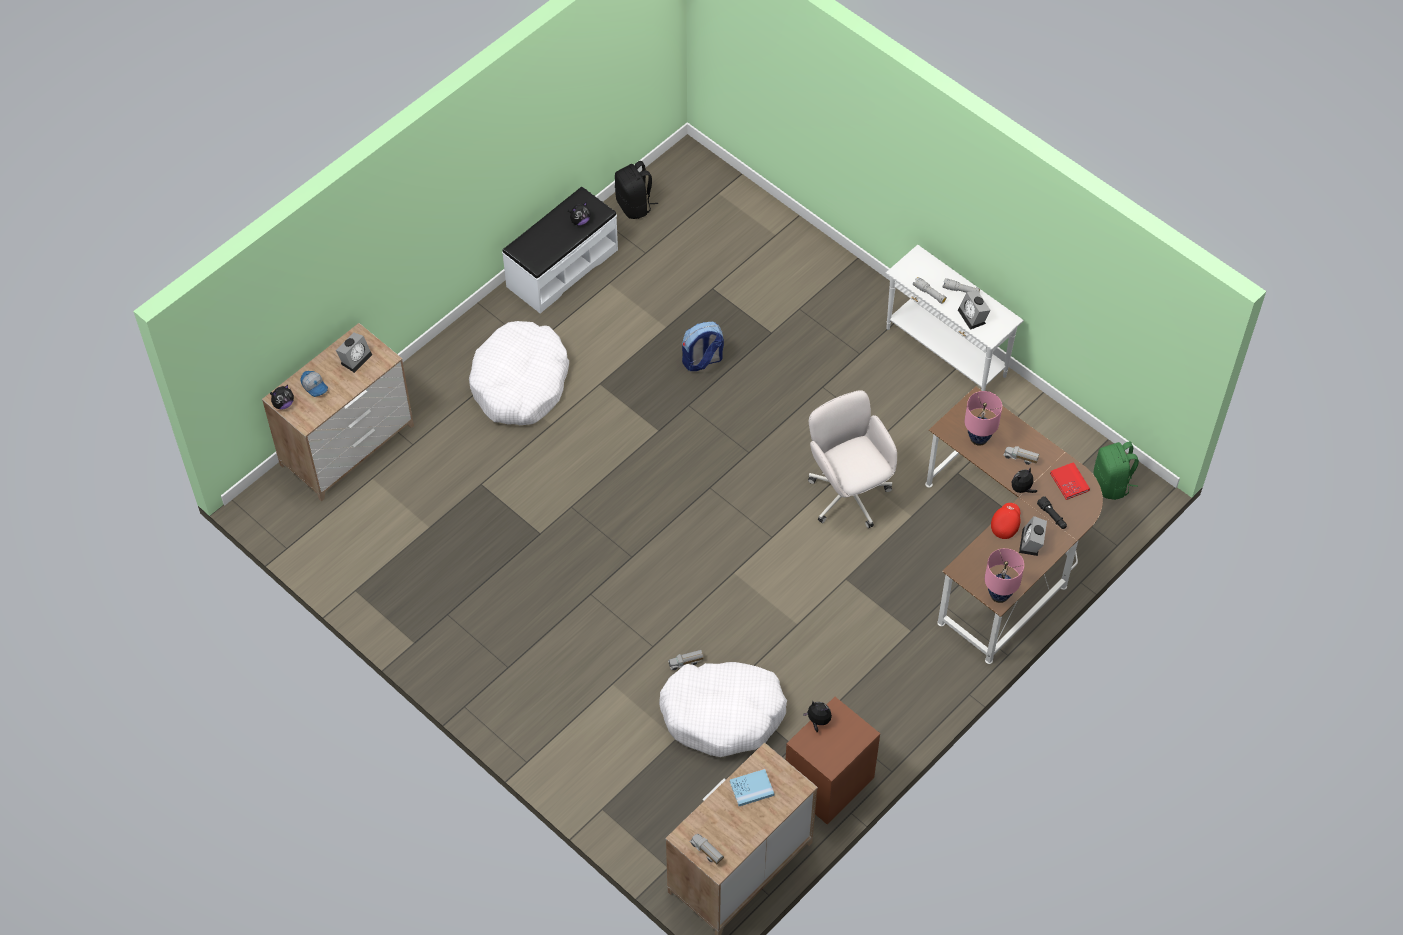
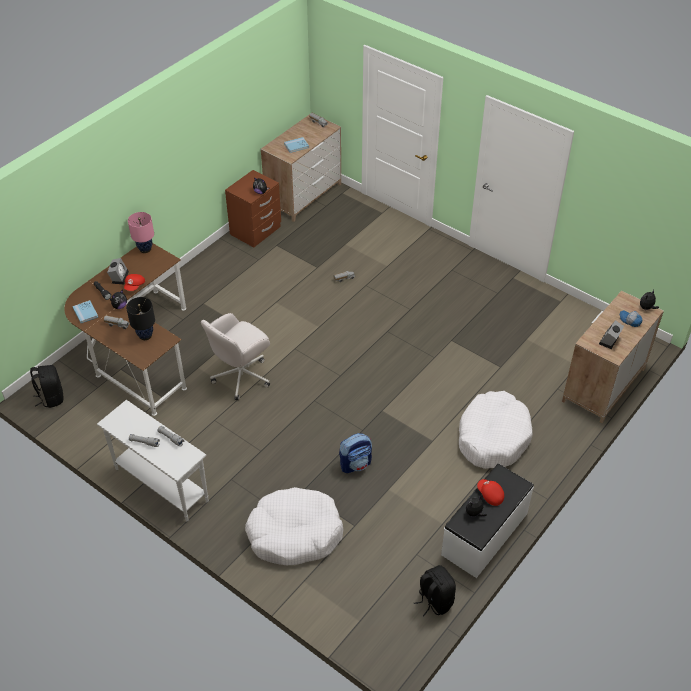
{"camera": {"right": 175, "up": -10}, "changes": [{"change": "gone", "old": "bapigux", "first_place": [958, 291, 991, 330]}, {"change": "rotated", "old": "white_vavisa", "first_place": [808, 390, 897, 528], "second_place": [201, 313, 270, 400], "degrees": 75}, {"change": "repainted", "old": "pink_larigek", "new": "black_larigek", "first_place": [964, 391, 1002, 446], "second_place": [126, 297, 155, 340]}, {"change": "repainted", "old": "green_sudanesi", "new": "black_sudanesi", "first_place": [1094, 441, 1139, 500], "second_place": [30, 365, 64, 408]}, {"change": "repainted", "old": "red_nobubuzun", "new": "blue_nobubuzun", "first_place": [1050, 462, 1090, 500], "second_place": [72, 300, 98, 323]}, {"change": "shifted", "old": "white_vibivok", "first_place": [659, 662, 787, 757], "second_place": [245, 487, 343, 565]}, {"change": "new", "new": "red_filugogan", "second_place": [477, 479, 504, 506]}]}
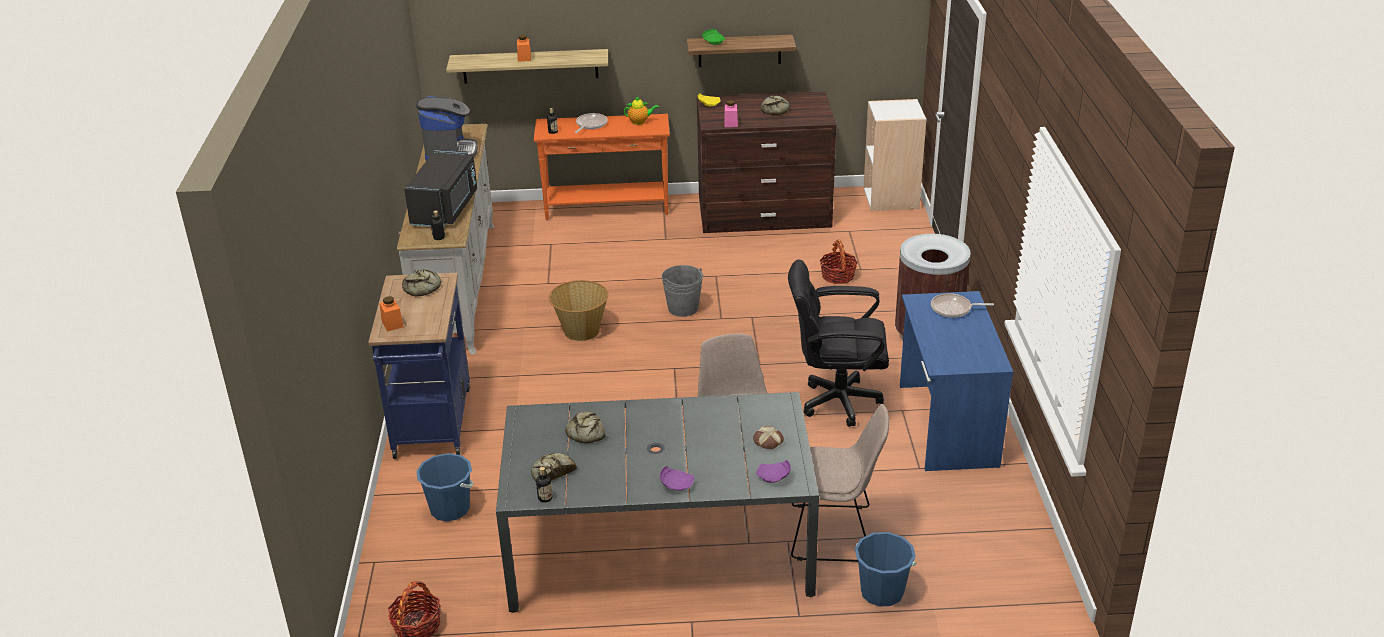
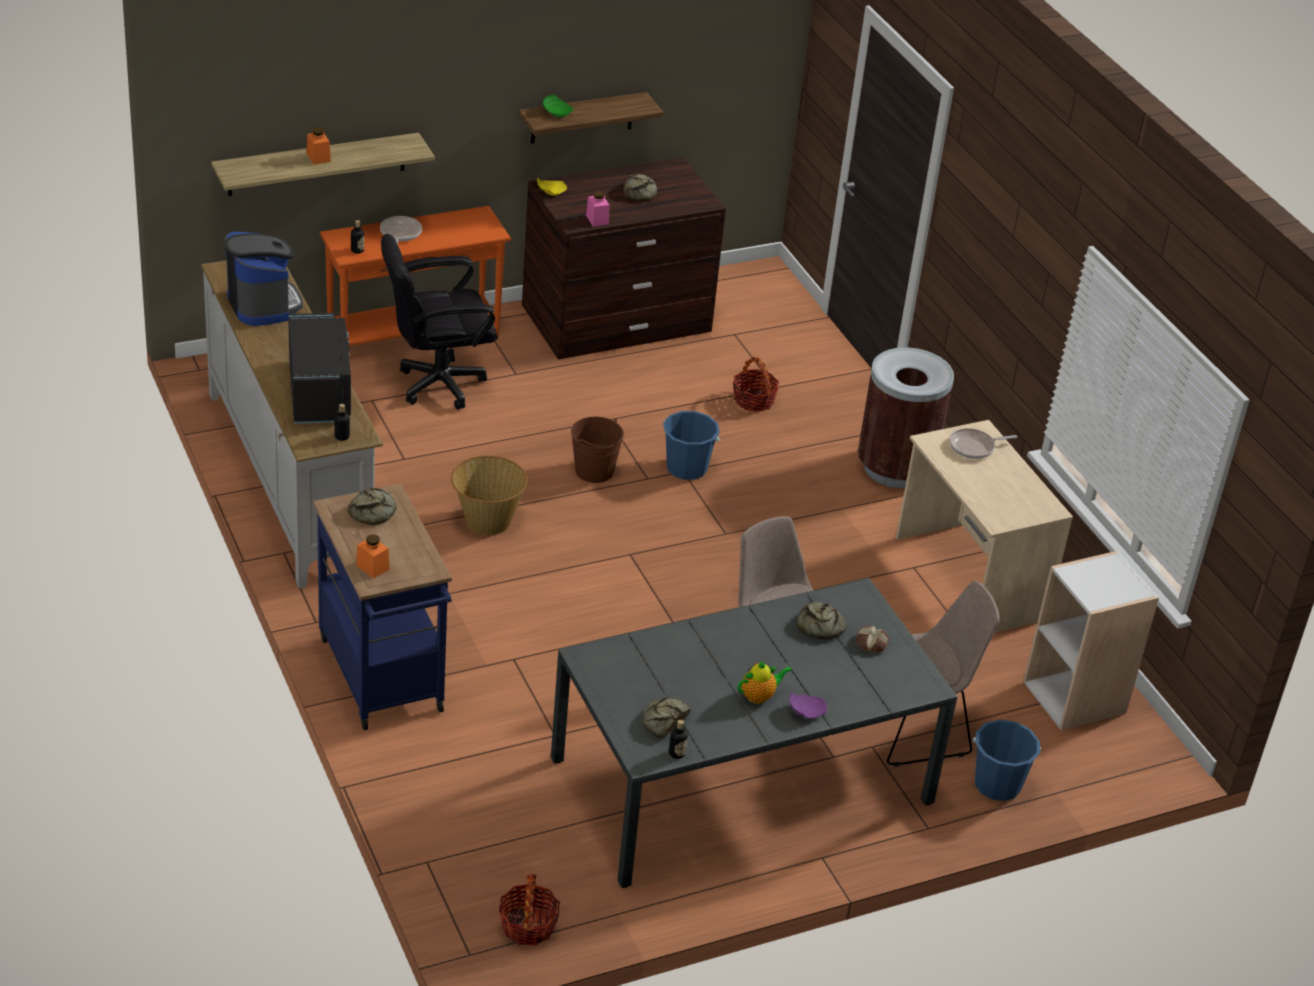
{"camera": {"right": -25, "up": 5}, "changes": [{"change": "shifted", "old": "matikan", "first_place": [624, 96, 659, 125], "second_place": [738, 661, 793, 704]}, {"change": "shifted", "old": "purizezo", "first_place": [864, 99, 926, 211], "second_place": [1023, 551, 1159, 731]}, {"change": "shifted", "old": "black_vavisa", "first_place": [788, 260, 889, 427], "second_place": [381, 234, 498, 410]}, {"change": "repainted", "old": "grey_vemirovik", "new": "brown_vemirovik", "first_place": [661, 265, 703, 317], "second_place": [571, 417, 624, 483]}, {"change": "repainted", "old": "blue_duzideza", "new": "beige_duzideza", "first_place": [900, 291, 1013, 471], "second_place": [896, 420, 1073, 633]}, {"change": "shifted", "old": "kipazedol", "first_place": [565, 412, 606, 443], "second_place": [797, 602, 847, 639]}, {"change": "shifted", "old": "blue_vemirovik", "first_place": [416, 453, 474, 521], "second_place": [663, 411, 720, 480]}, {"change": "gone", "old": "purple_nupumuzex", "first_place": [756, 460, 791, 483]}]}
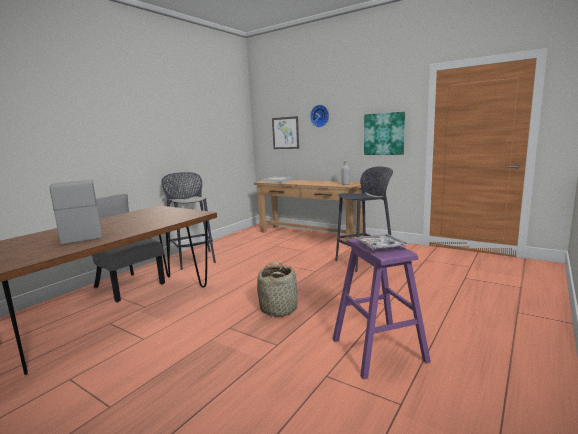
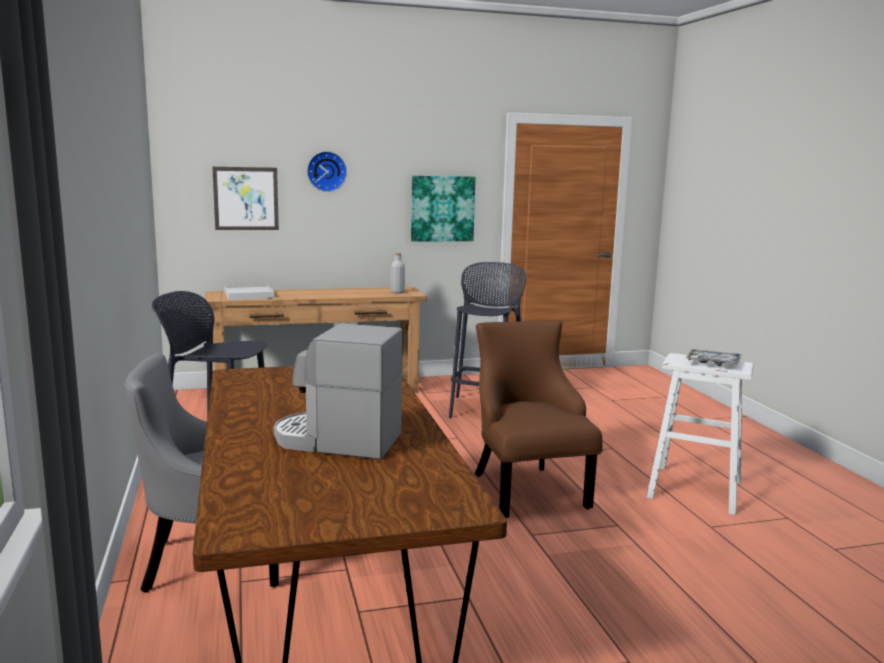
{"camera": {"right": -50, "up": 0}, "changes": [{"change": "repainted", "old": "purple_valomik", "new": "white_valomik", "first_place": [332, 236, 431, 379], "second_place": [646, 353, 754, 515]}, {"change": "swapped", "old": "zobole", "new": "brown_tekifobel", "first_place": [257, 262, 298, 317], "second_place": [475, 320, 603, 518]}]}
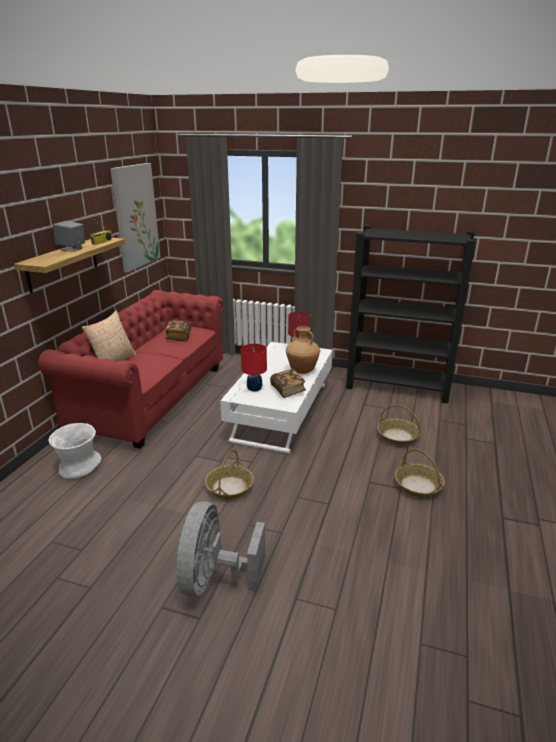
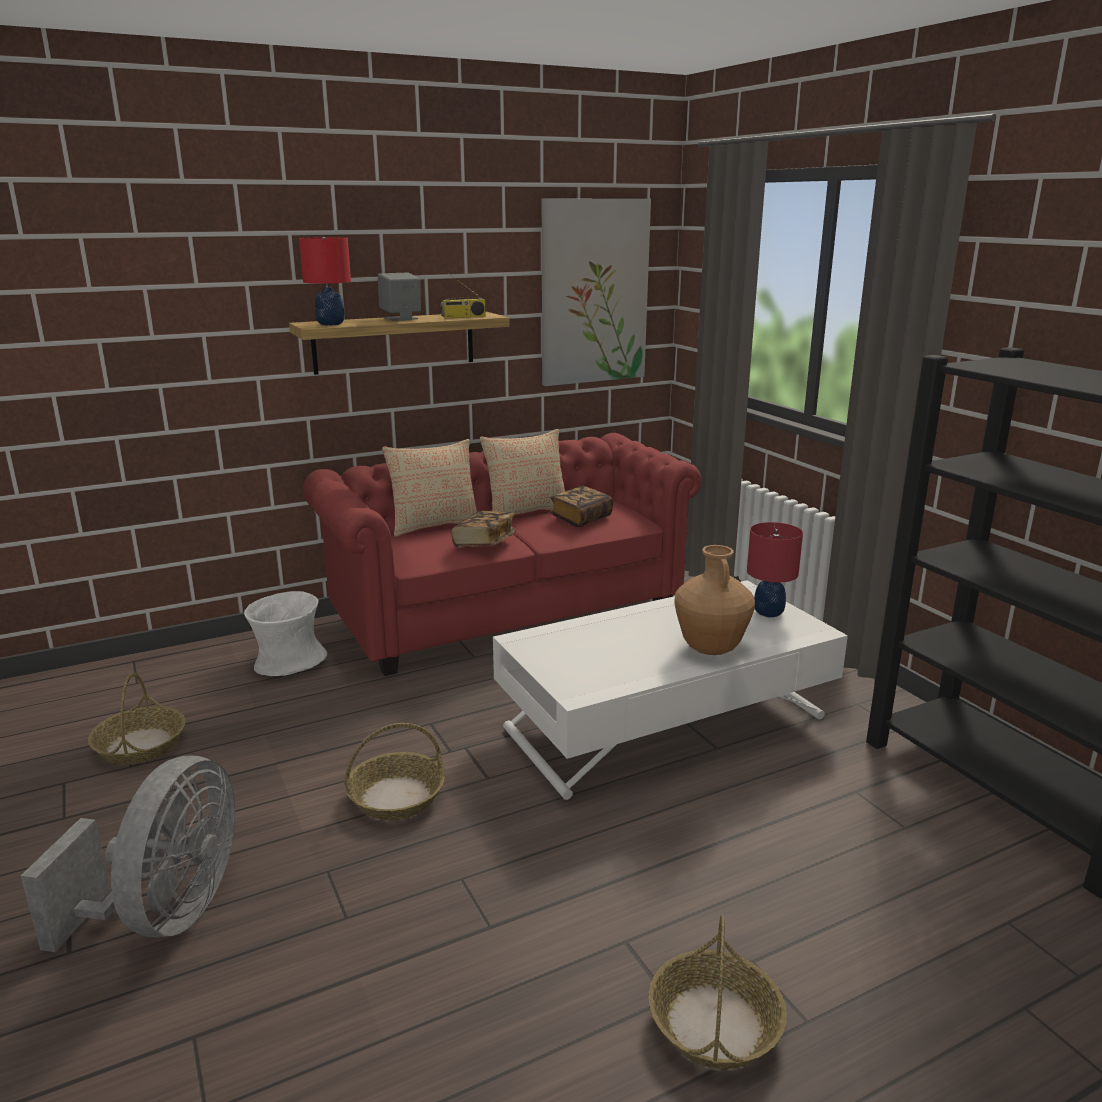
{"camera": {"right": 45, "up": -5}, "changes": [{"change": "shifted", "old": "red_larigek", "first_place": [241, 344, 267, 392], "second_place": [299, 237, 351, 326]}, {"change": "shifted", "old": "nobubuzun", "first_place": [270, 369, 306, 398], "second_place": [451, 511, 516, 547]}, {"change": "shifted", "old": "zobole", "first_place": [377, 405, 421, 446], "second_place": [88, 673, 185, 764]}, {"change": "rotated", "old": "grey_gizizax", "first_place": [176, 501, 265, 597], "second_place": [21, 756, 235, 952], "degrees": 135}, {"change": "new", "new": "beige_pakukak", "second_place": [480, 429, 565, 515]}]}
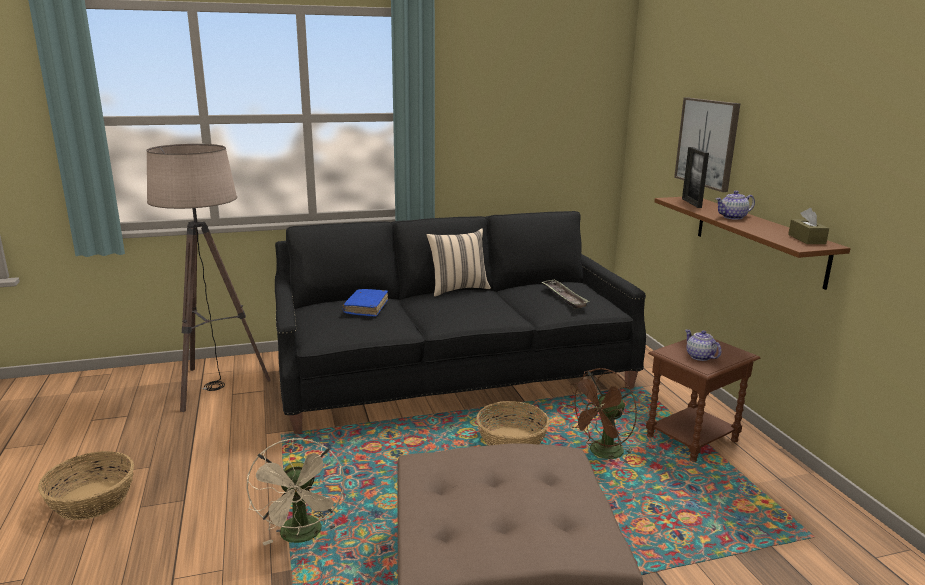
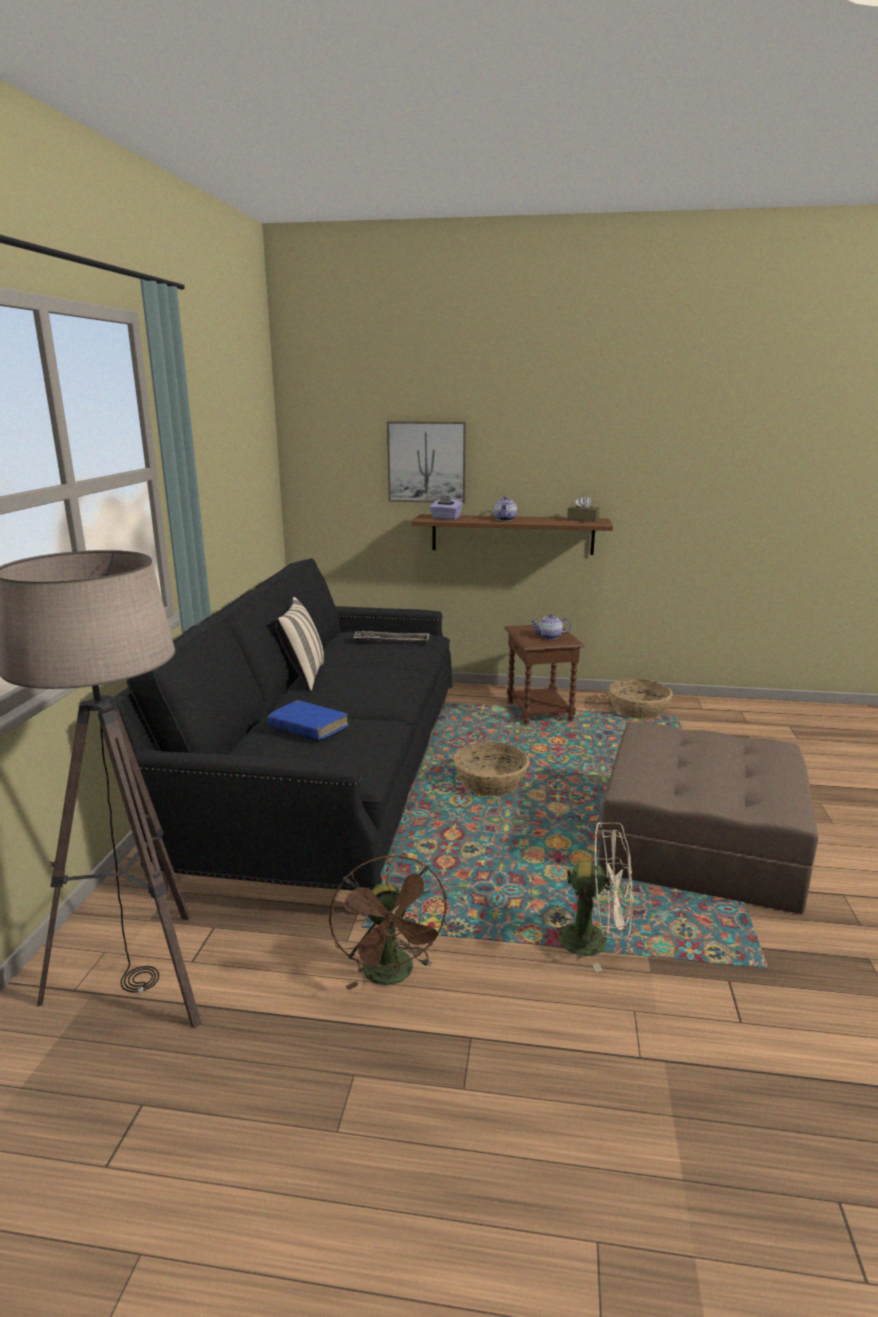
{"camera": {"right": -65, "up": 0}, "changes": [{"change": "swapped", "old": "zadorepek", "new": "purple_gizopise", "first_place": [682, 147, 709, 208], "second_place": [429, 495, 463, 520]}, {"change": "shifted", "old": "brown_gizizax", "first_place": [566, 368, 637, 464], "second_place": [329, 855, 448, 990]}, {"change": "shifted", "old": "zobole", "first_place": [38, 451, 134, 520], "second_place": [609, 679, 673, 719]}]}
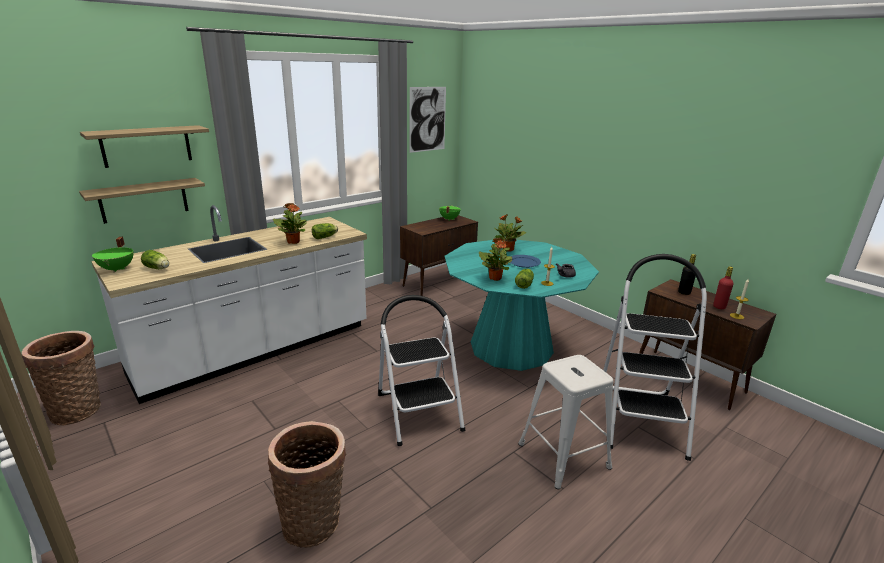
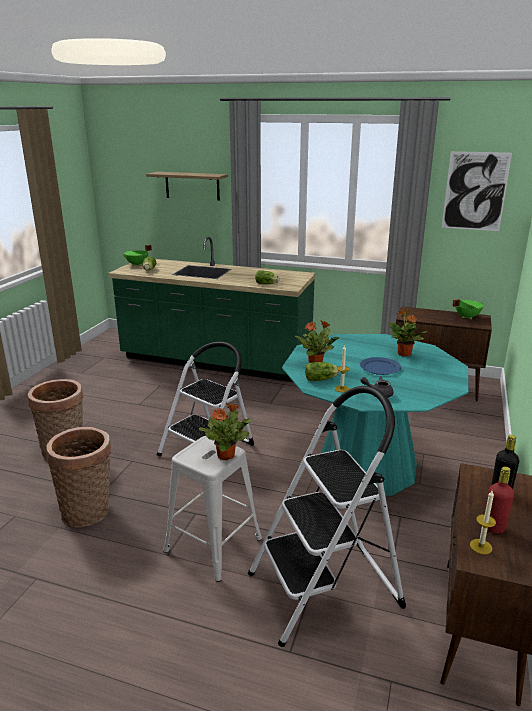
{"camera": {"right": 60, "up": 0}, "changes": [{"change": "gone", "old": "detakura", "first_place": [79, 178, 205, 224]}, {"change": "shifted", "old": "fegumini", "first_place": [273, 203, 307, 244], "second_place": [199, 403, 253, 461]}, {"change": "repainted", "old": "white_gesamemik", "new": "green_gesamemik", "first_place": [91, 205, 367, 404], "second_place": [108, 237, 316, 382]}, {"change": "shifted", "old": "zobole", "first_place": [21, 331, 101, 425], "second_place": [46, 427, 112, 528]}]}
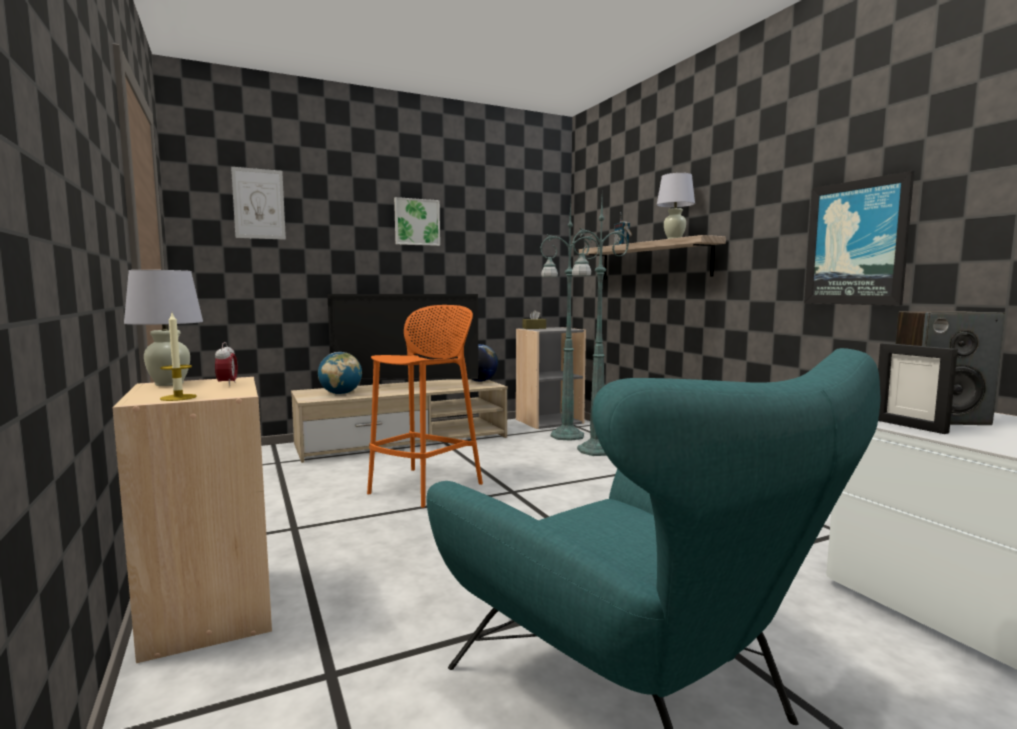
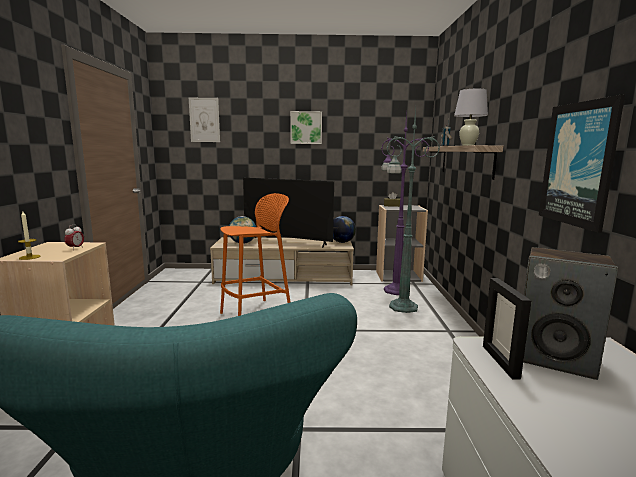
{"camera": {"right": 25, "up": 5}, "changes": [{"change": "repainted", "old": "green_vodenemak", "new": "purple_vodenemak", "first_place": [540, 201, 600, 441], "second_place": [381, 114, 429, 295]}, {"change": "gone", "old": "white_larigek", "first_place": [124, 270, 203, 386]}]}
